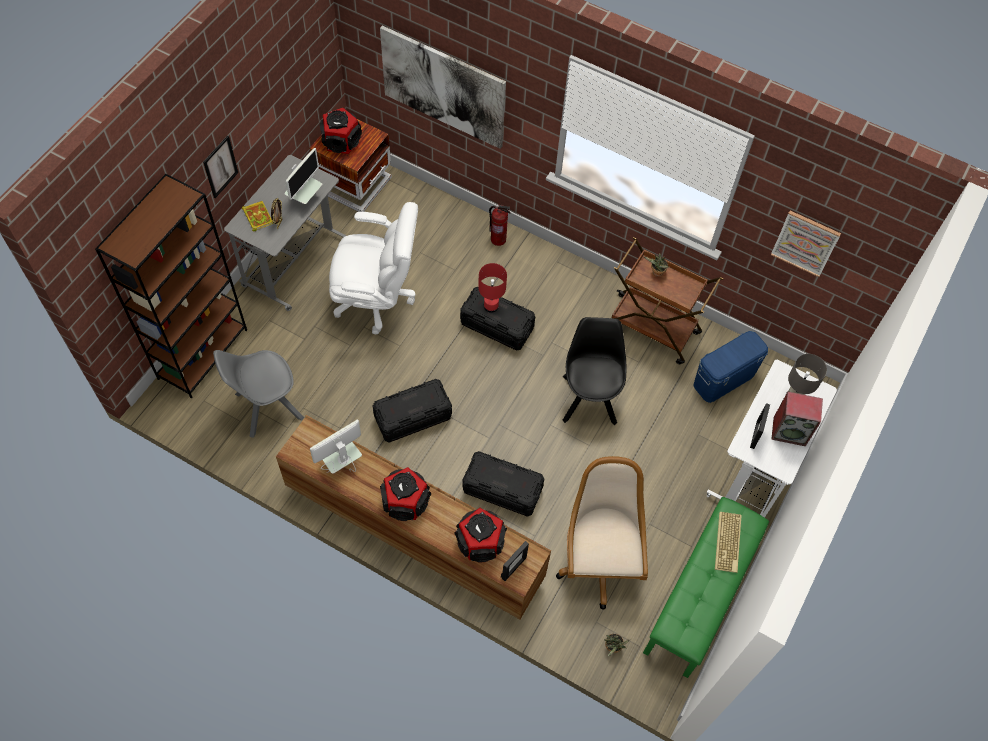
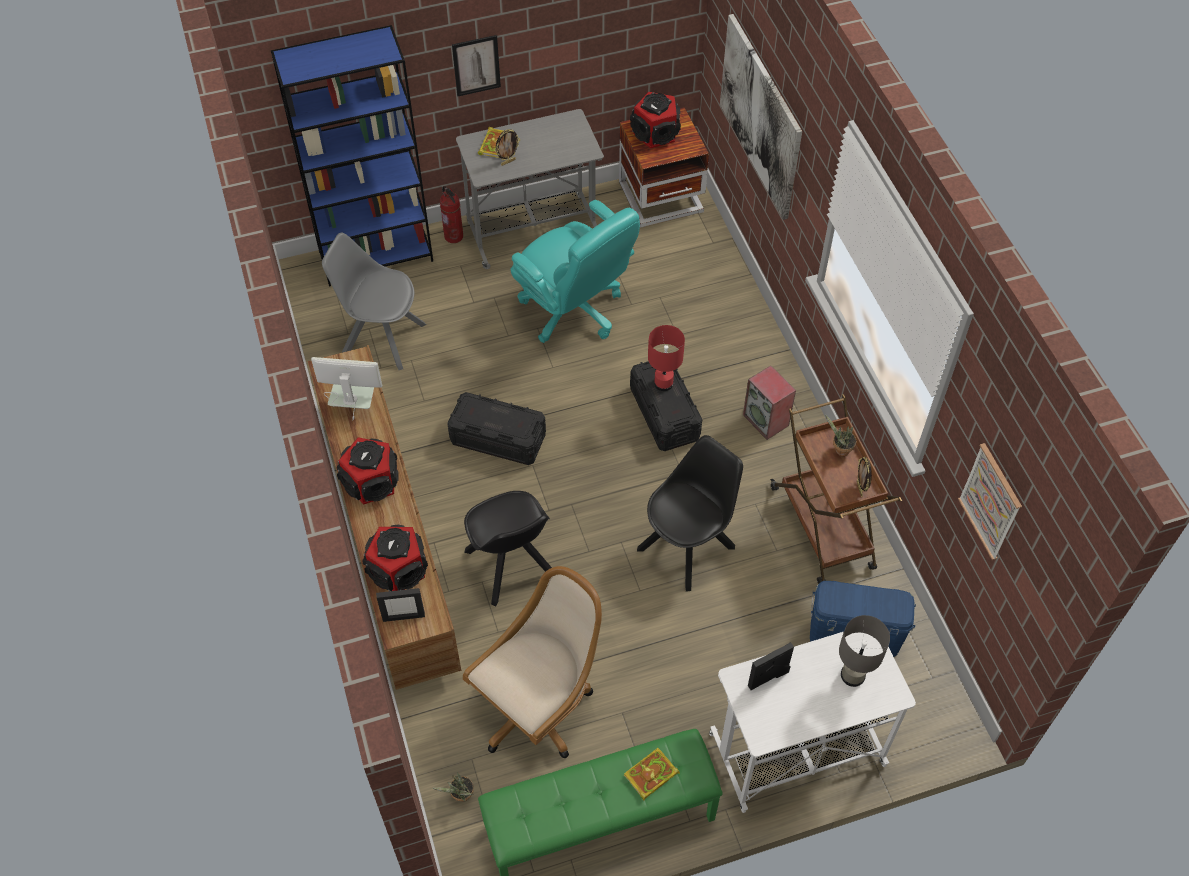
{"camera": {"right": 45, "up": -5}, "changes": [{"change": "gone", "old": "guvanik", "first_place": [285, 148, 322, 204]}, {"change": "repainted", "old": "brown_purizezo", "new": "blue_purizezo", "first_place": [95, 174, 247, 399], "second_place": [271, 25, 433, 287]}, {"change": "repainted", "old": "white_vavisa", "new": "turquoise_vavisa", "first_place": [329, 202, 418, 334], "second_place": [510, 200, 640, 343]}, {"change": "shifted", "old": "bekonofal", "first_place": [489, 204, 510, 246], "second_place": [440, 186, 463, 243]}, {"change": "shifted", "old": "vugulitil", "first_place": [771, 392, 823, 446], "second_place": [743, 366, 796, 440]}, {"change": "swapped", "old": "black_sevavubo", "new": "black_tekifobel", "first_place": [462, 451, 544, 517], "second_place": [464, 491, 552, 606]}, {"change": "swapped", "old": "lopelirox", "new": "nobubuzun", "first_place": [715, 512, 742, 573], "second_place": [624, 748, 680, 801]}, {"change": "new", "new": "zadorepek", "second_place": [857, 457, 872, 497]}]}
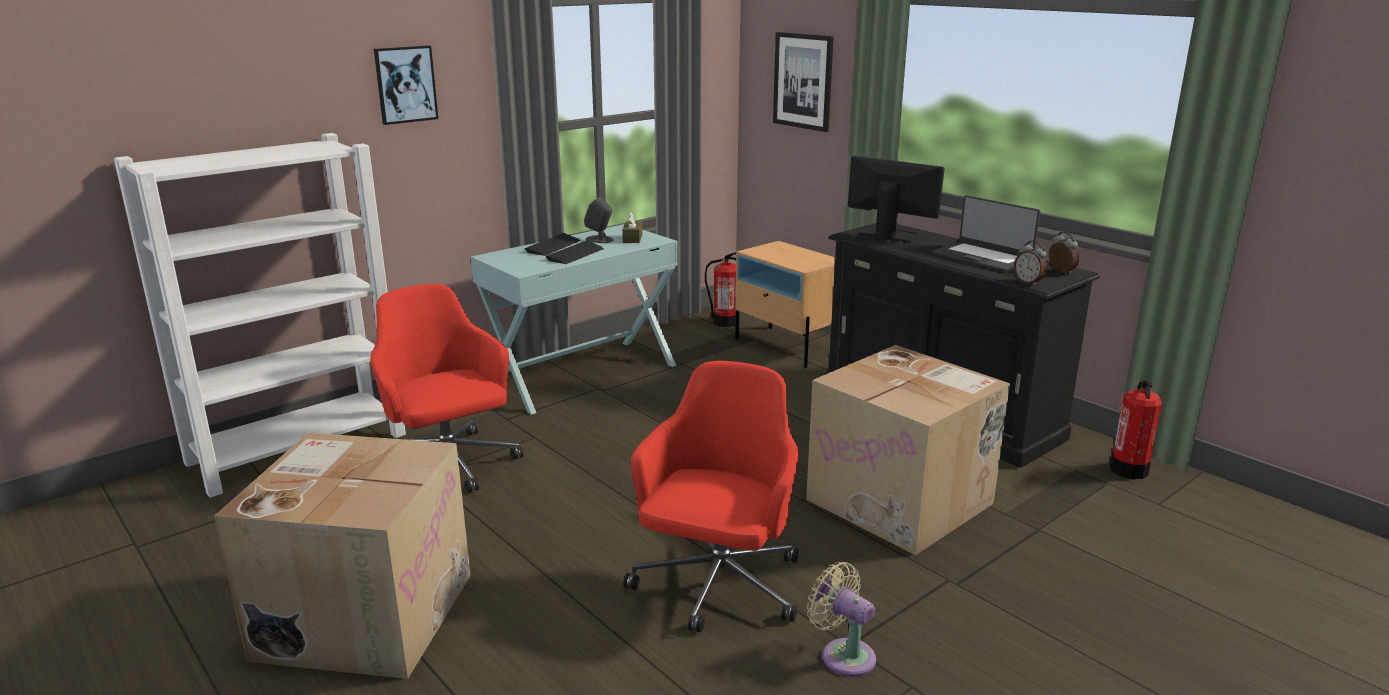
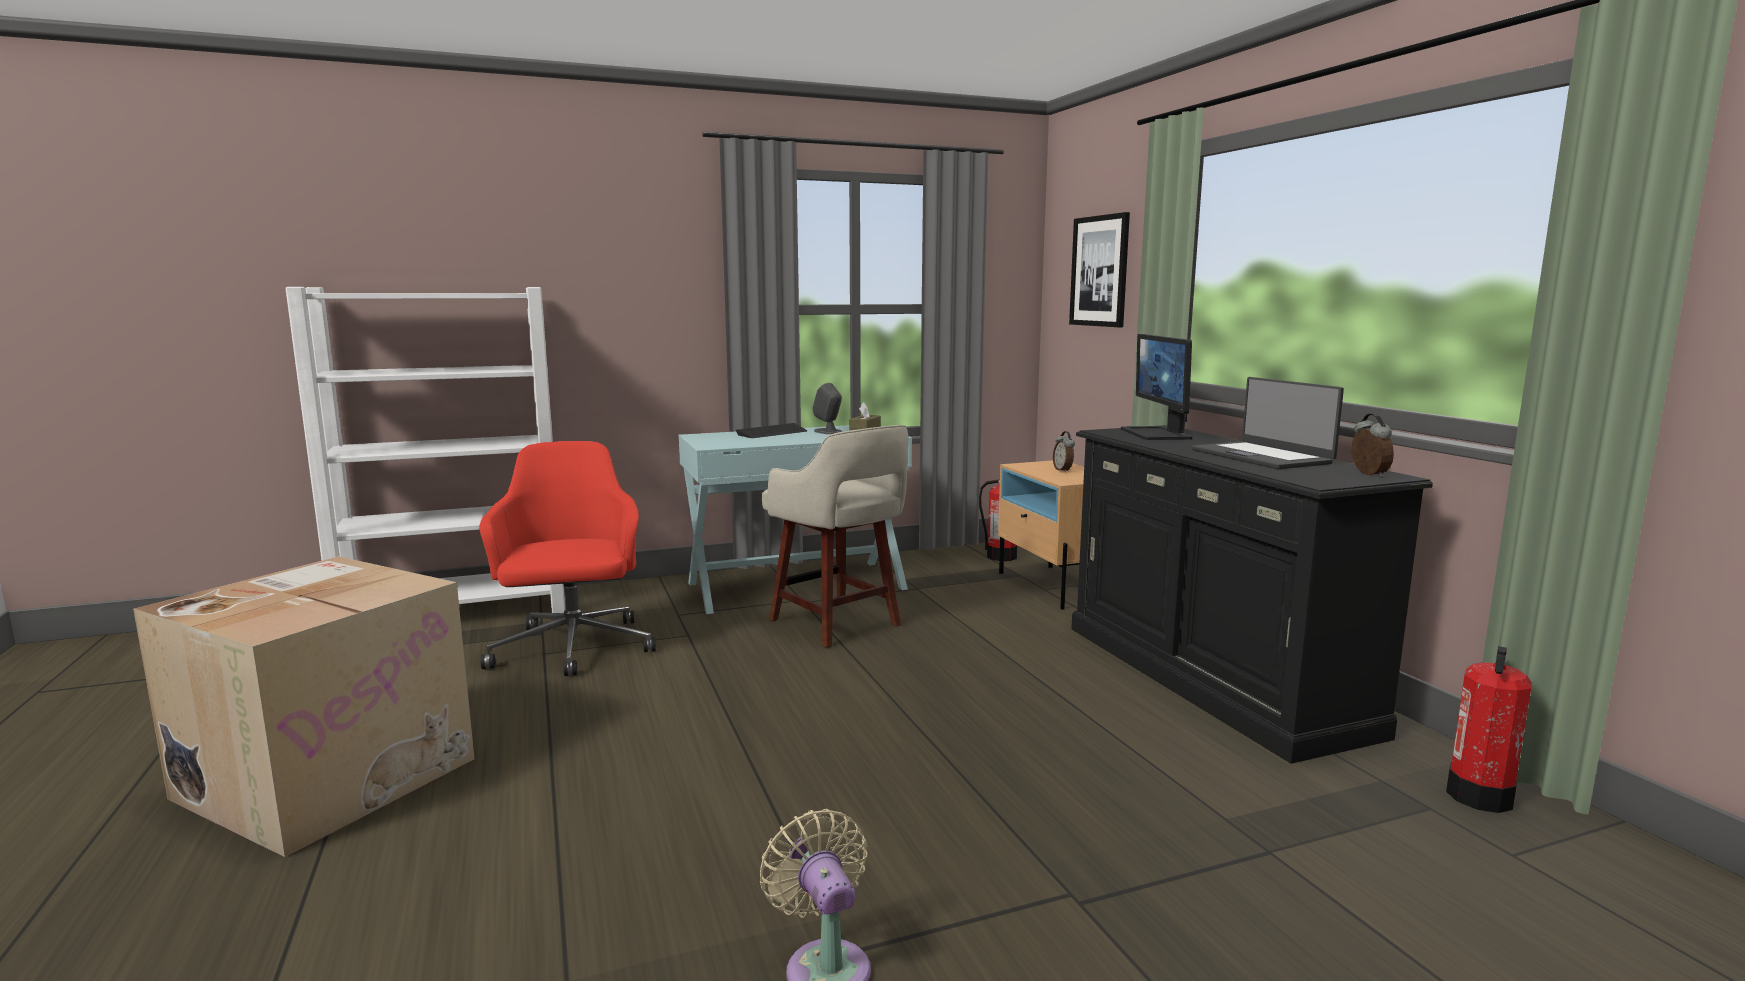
{"camera": {"right": 20, "up": -10}, "changes": [{"change": "gone", "old": "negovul", "first_place": [374, 45, 438, 125]}, {"change": "rotated", "old": "guvanik", "first_place": [848, 156, 945, 243], "second_place": [1121, 334, 1192, 440], "degrees": -150}, {"change": "gone", "old": "lopelirox", "first_place": [546, 240, 604, 264]}, {"change": "shifted", "old": "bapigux", "first_place": [1014, 240, 1047, 286], "second_place": [1053, 431, 1075, 473]}, {"change": "gone", "old": "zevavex", "first_place": [806, 345, 1010, 555]}, {"change": "gone", "old": "red_vavisa", "first_place": [623, 361, 798, 633]}, {"change": "new", "new": "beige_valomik", "second_place": [762, 425, 909, 648]}]}
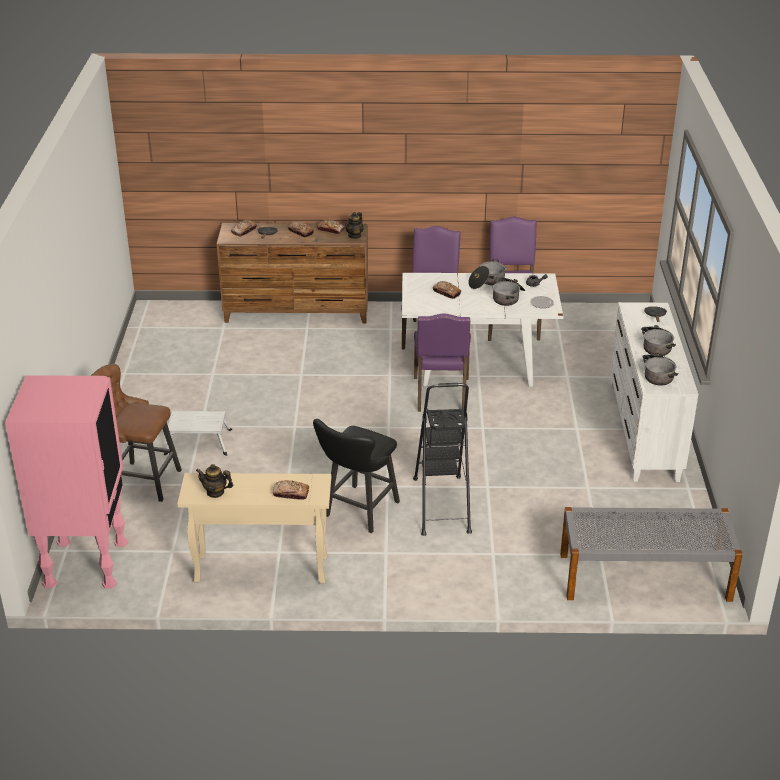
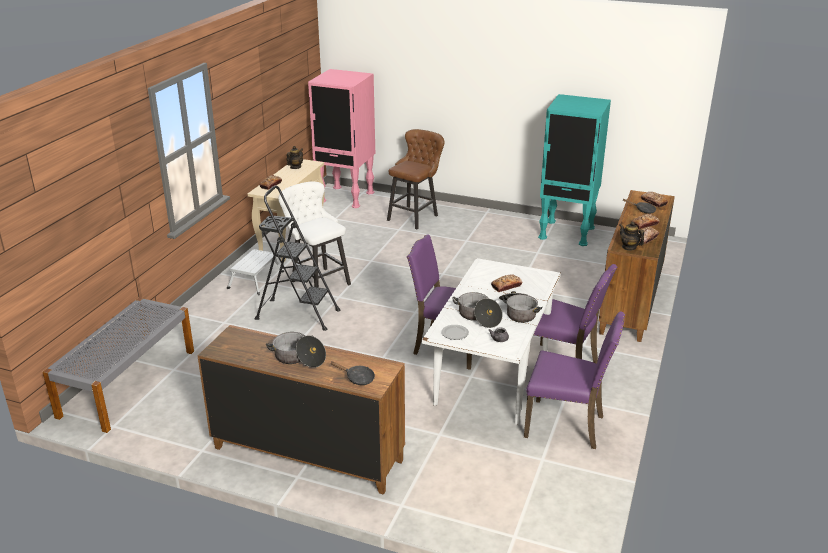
{"camera": {"right": 110, "up": -5}, "changes": [{"change": "repainted", "old": "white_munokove", "new": "brown_munokove", "first_place": [610, 302, 698, 482], "second_place": [198, 325, 405, 495]}, {"change": "gone", "old": "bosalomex", "first_place": [642, 353, 678, 386]}, {"change": "shifted", "old": "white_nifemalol", "first_place": [164, 411, 232, 456], "second_place": [226, 249, 284, 296]}, {"change": "repainted", "old": "black_valomik", "new": "white_valomik", "first_place": [313, 419, 400, 533], "second_place": [278, 181, 351, 288]}, {"change": "new", "new": "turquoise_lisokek", "second_place": [538, 94, 611, 246]}]}
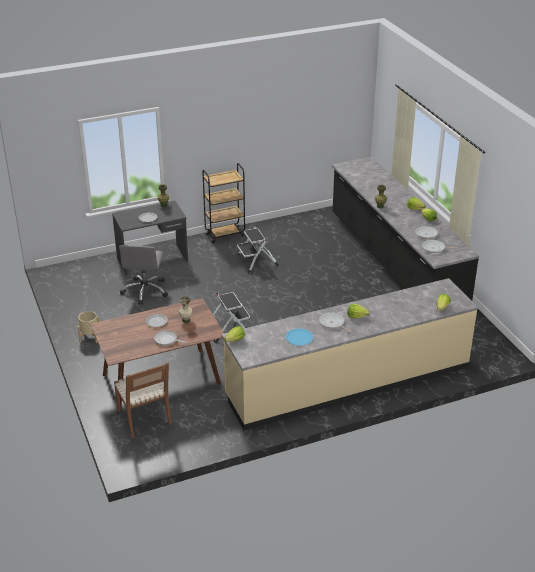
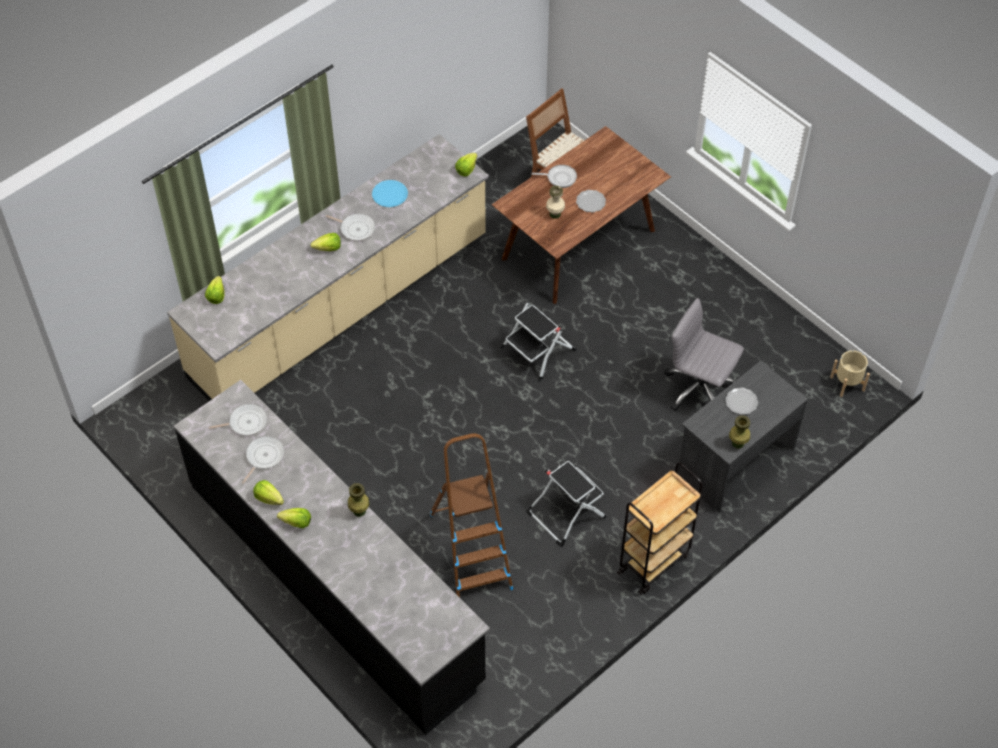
{"camera": {"right": 160, "up": 20}, "changes": [{"change": "rotated", "old": "grey_vavisa", "first_place": [119, 245, 168, 305], "second_place": [664, 298, 744, 411], "degrees": -45}, {"change": "shifted", "old": "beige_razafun", "first_place": [77, 311, 99, 343], "second_place": [830, 350, 870, 397]}, {"change": "new", "new": "brown_nifemalol", "second_place": [430, 433, 513, 598]}]}
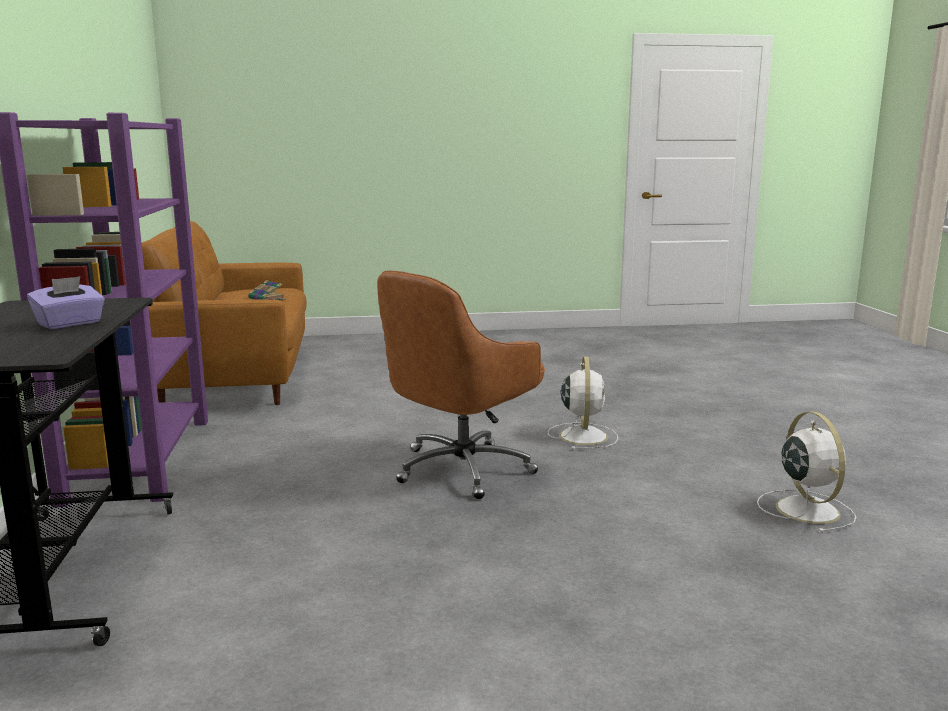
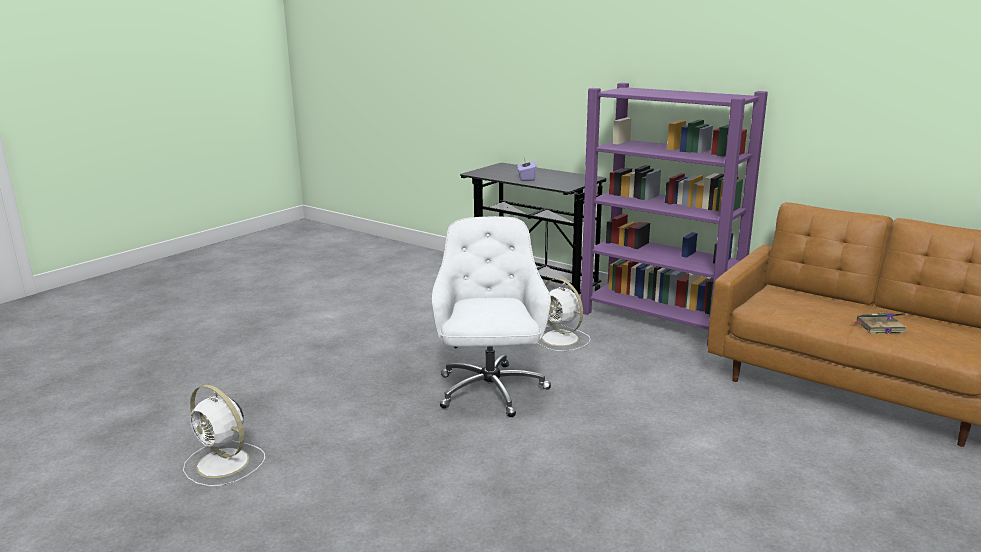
{"camera": {"right": 135, "up": 5}, "changes": [{"change": "repainted", "old": "brown_vavisa", "new": "white_vavisa", "first_place": [377, 271, 545, 499], "second_place": [432, 216, 551, 417]}, {"change": "shifted", "old": "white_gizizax", "first_place": [548, 356, 618, 450], "second_place": [537, 278, 591, 351]}]}
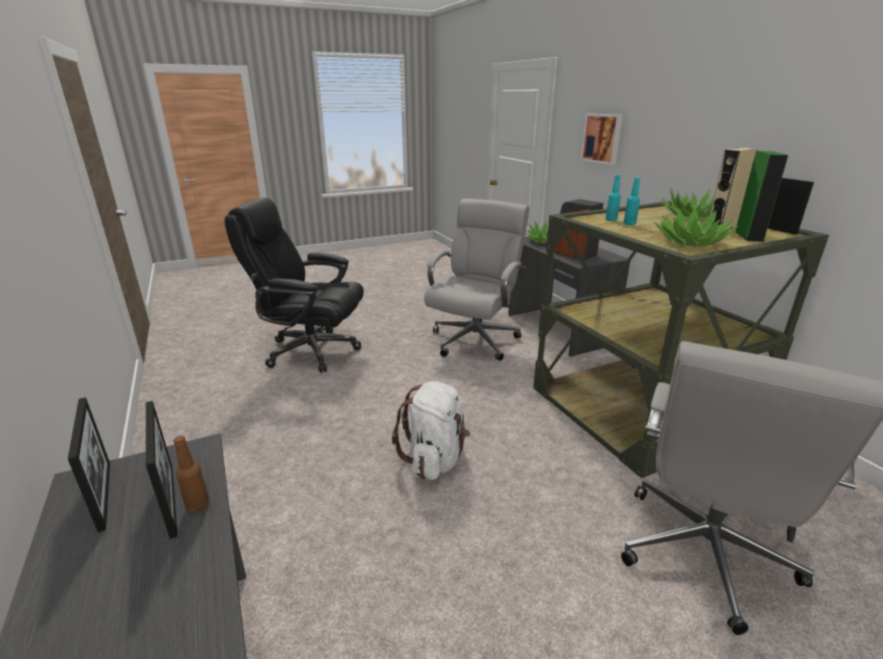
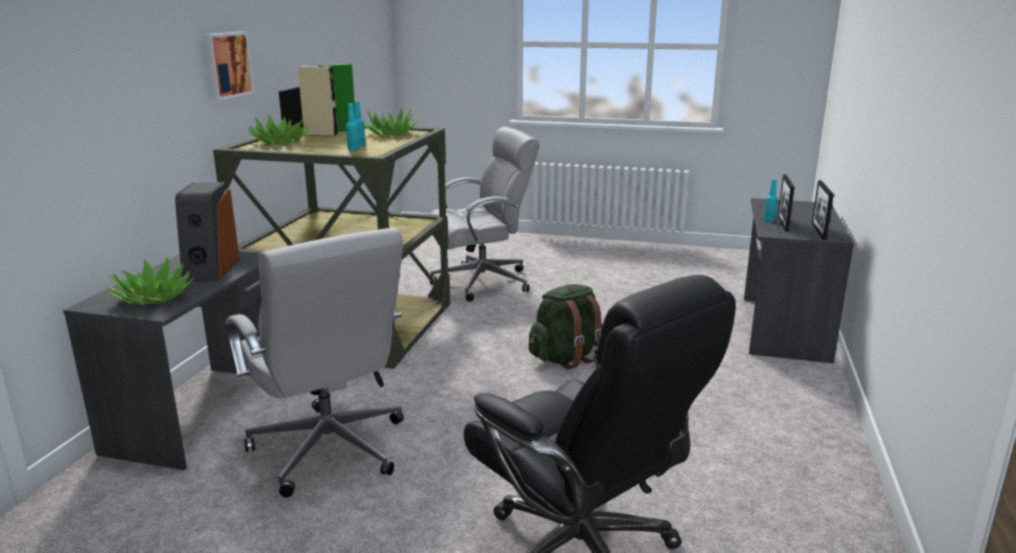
{"camera": {"right": -140, "up": -5}, "changes": [{"change": "shifted", "old": "negovul", "first_place": [581, 114, 623, 165], "second_place": [203, 32, 255, 101]}, {"change": "rotated", "old": "grey_vavisa", "first_place": [424, 199, 529, 361], "second_place": [225, 227, 404, 497], "degrees": -105}, {"change": "repainted", "old": "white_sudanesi", "new": "green_sudanesi", "first_place": [392, 381, 470, 480], "second_place": [529, 284, 602, 370]}, {"change": "repainted", "old": "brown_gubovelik", "new": "turquoise_gubovelik", "first_place": [173, 435, 209, 513], "second_place": [764, 179, 778, 221]}]}
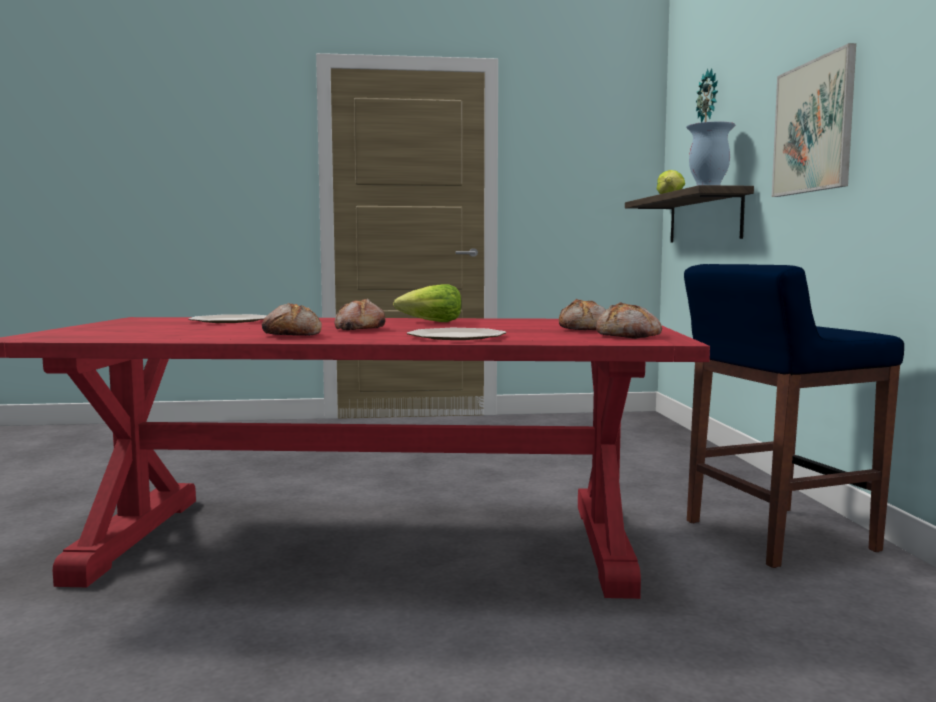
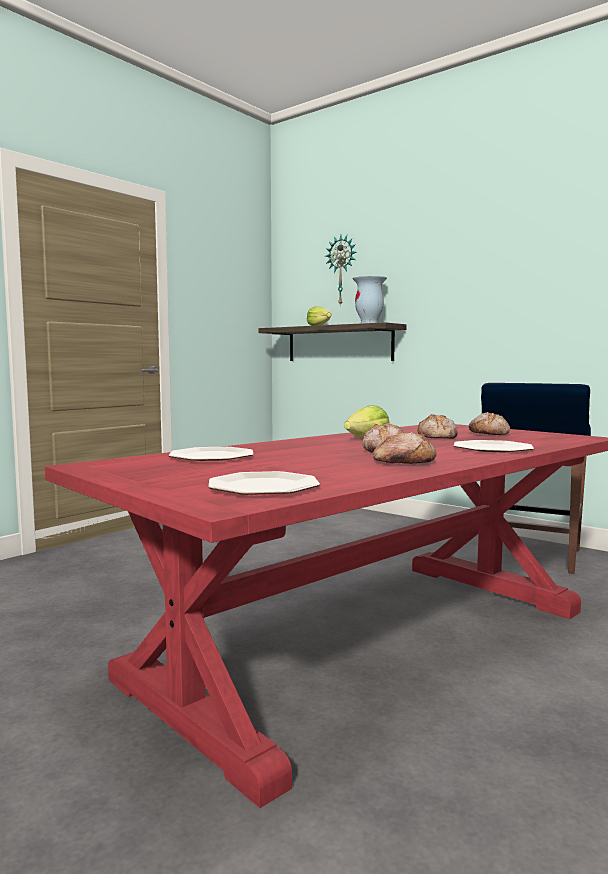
{"camera": {"right": -45, "up": 0}, "changes": [{"change": "gone", "old": "negovul", "first_place": [772, 43, 856, 197]}, {"change": "shifted", "old": "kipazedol", "first_place": [596, 302, 662, 339], "second_place": [417, 414, 458, 439]}, {"change": "new", "new": "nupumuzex", "second_place": [208, 471, 320, 495]}]}
